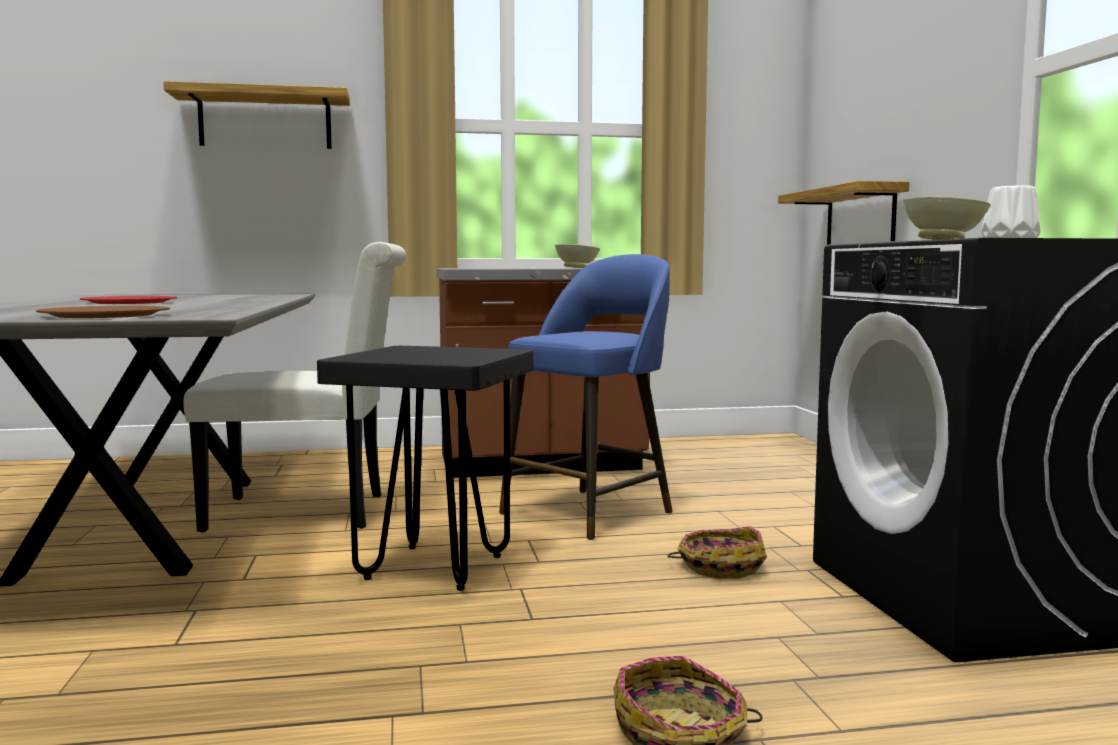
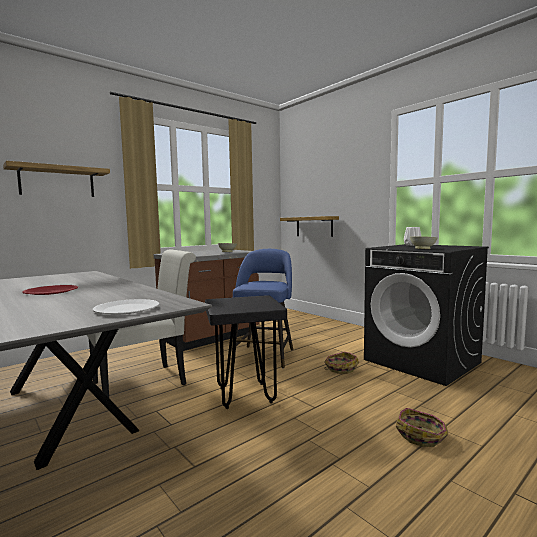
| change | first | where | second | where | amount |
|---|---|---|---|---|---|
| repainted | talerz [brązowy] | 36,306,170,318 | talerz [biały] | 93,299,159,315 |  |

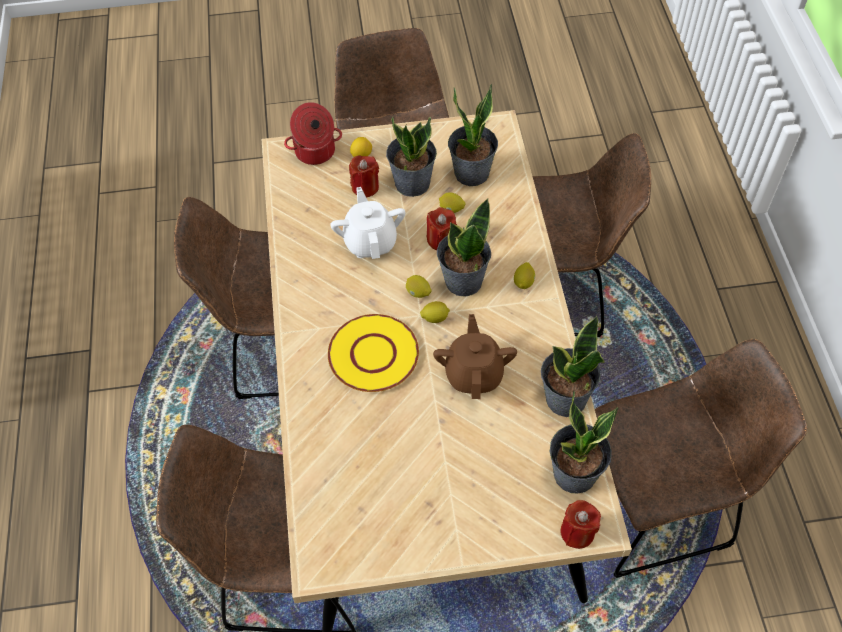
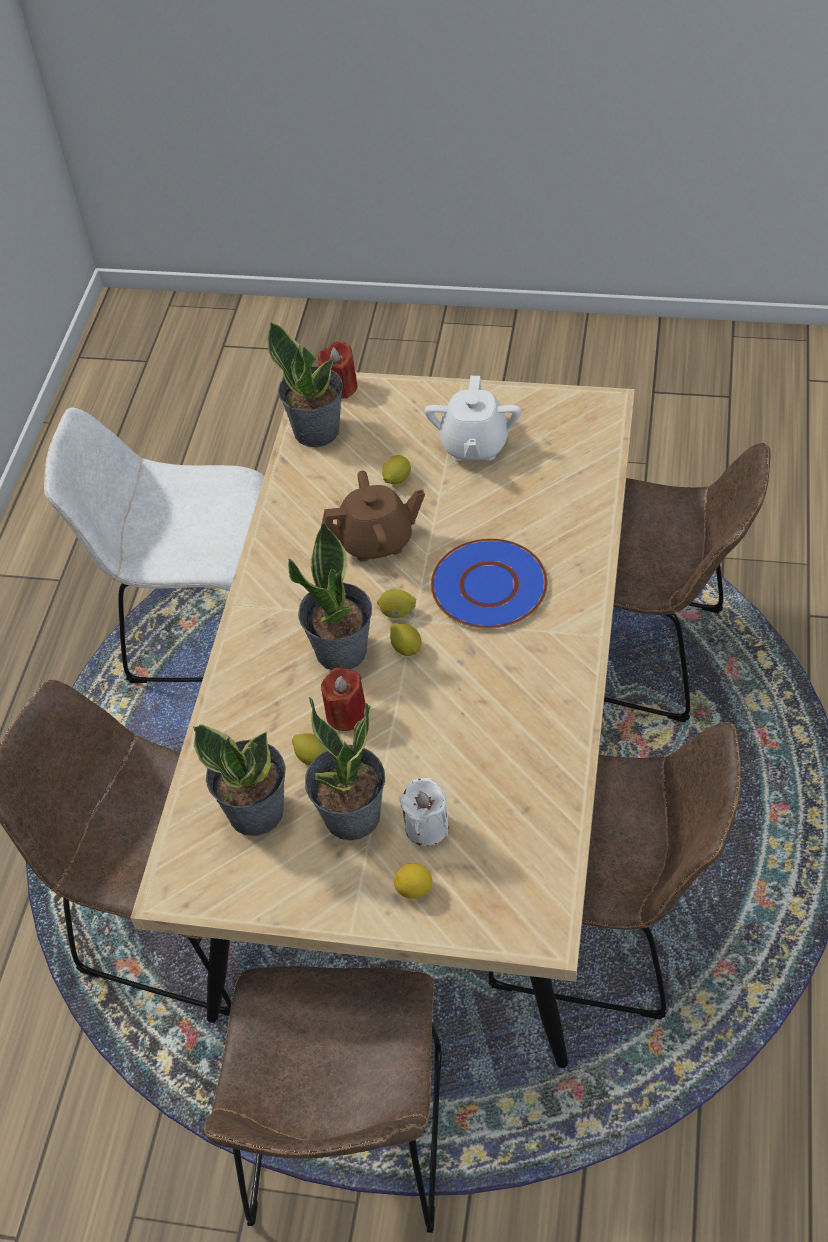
| change | first | where | second | where | amount |
|---|---|---|---|---|---|
| gone | garnek | 284,102,342,165 |  |  |  |
| repainted | świeca [czerwony] | 349,155,379,198 | świeca [biały] | 399,778,449,846 |  |
| shifted | imbryk [biały] | 330,187,406,259 |  | 425,376,521,461 |  |
| shifted | cytryna | 514,262,535,289 |  | 382,455,411,484 |  |
| repainted | talerz [żółty] | 328,314,419,392 | talerz [niebieski] | 431,539,548,629 |  |
| rotated | imbryk [brązowy] | 433,314,517,399 |  | 322,471,425,562 | 120 degrees counterclockwise |
| gone | roślina doniczkowa | 541,316,605,417 |  |  |  |
| repainted | krzesło [brązowy] | 595,339,807,578 | krzesło [biały] | 44,407,264,683 |  |

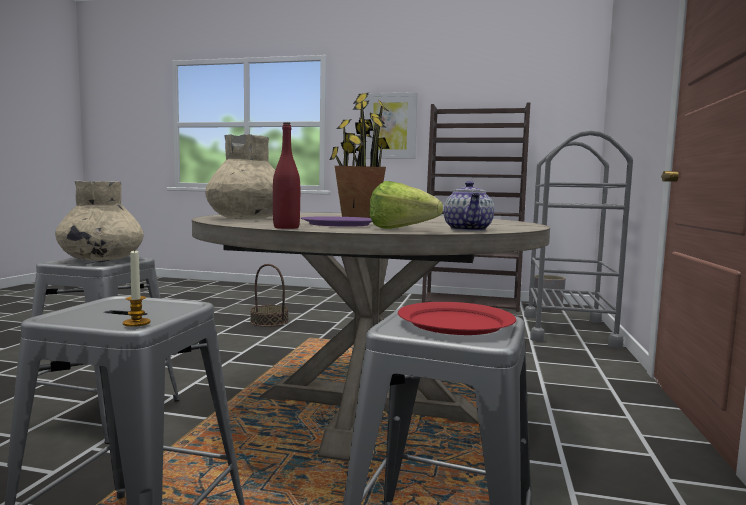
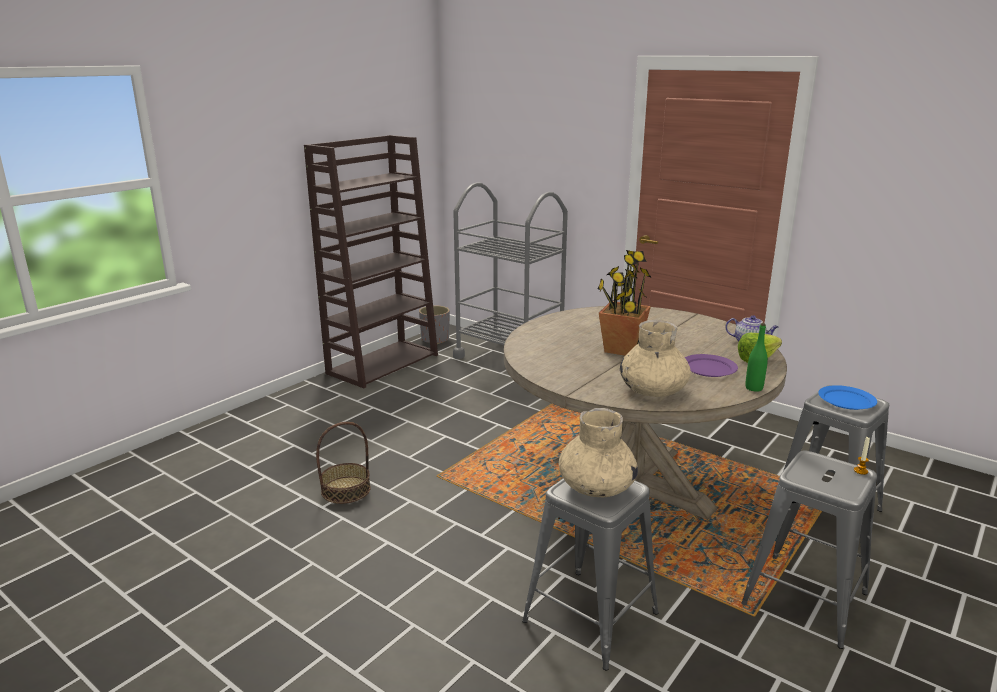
| change | first | where | second | where | amount |
|---|---|---|---|---|---|
| gone | obraz | 365,92,417,159 |  |  |  |
| repainted | butelka [czerwony] | 273,122,300,229 | butelka [zielony] | 745,323,768,392 |  |
| repainted | talerz [czerwony] | 398,302,516,335 | talerz [niebieski] | 818,385,877,410 |  |

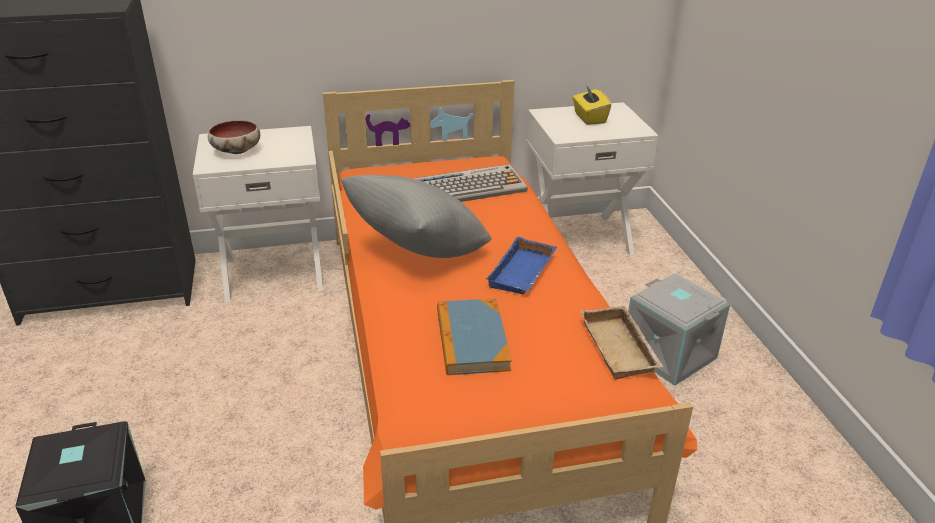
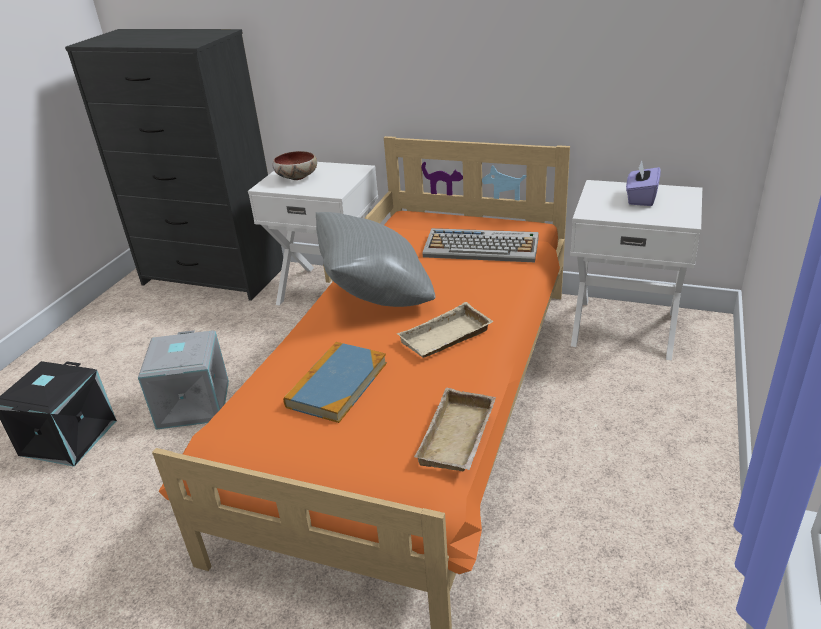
| change | first | where | second | where | amount |
|---|---|---|---|---|---|
| repainted | pudełko chusteczek [żółty] | 573,85,611,125 | pudełko chusteczek [fioletowy] | 626,160,661,206 |  |
| repainted | taca [niebieski] | 486,236,557,294 | taca [beżowy] | 397,302,494,358 |  |
| shifted | pojemnik do przechowywania [szary] | 628,273,730,386 |  | 138,330,229,430 |  |

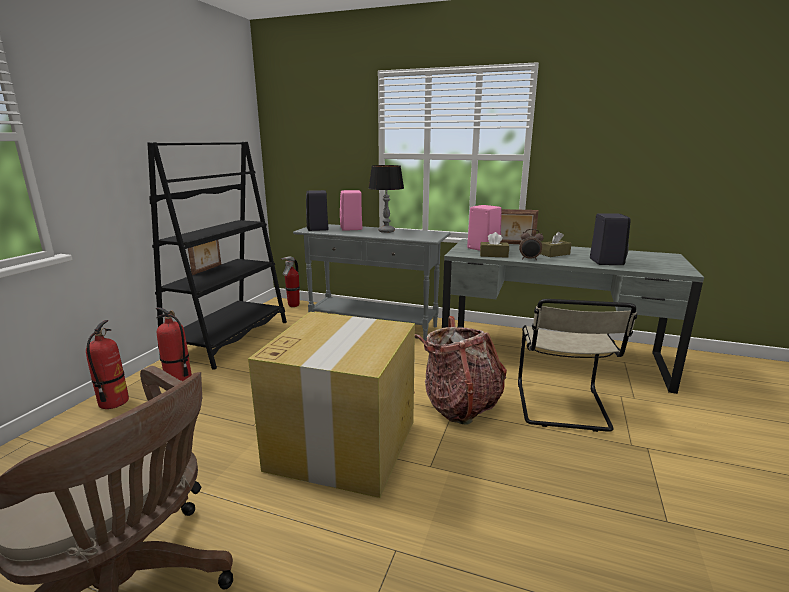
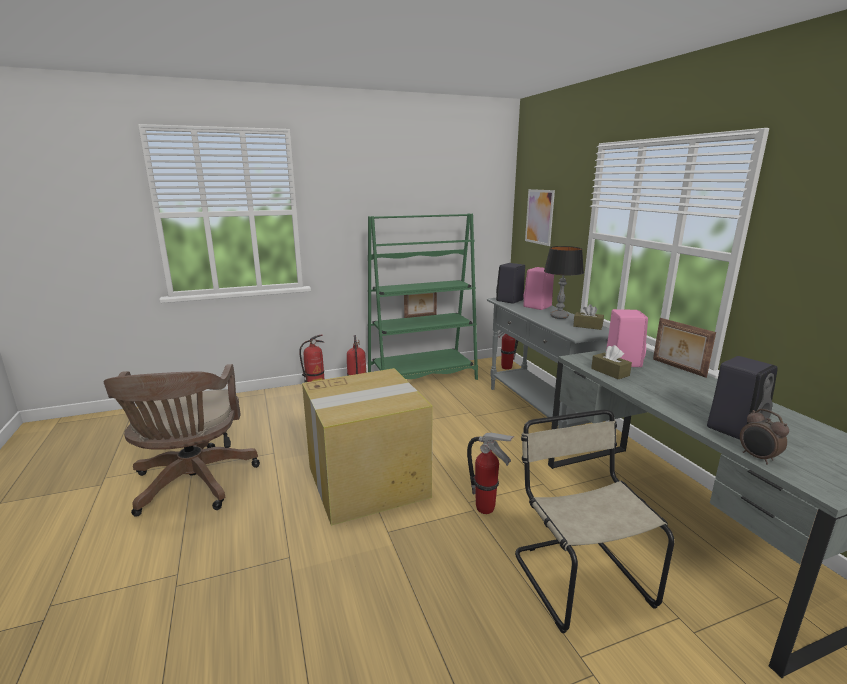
| change | first | where | second | where | amount |
|---|---|---|---|---|---|
| repainted | regał [czarny] | 147,142,287,370 | regał [zielony] | 368,214,478,380 |  |
| shifted | budzik | 519,229,544,260 |  | 740,409,789,465 |  |
| shifted | pudełko chusteczek [brązowy] | 540,232,572,257 |  | 573,304,604,330 |  |
| rotated | krzesło [beżowy] | 518,299,637,432 |  | 515,410,674,633 | 105 degrees clockwise |
| swapped | plecak | 415,316,507,424 | gaśnica | 467,433,514,514 |  |
| new |  |  | obraz | 525,189,555,246 |  |

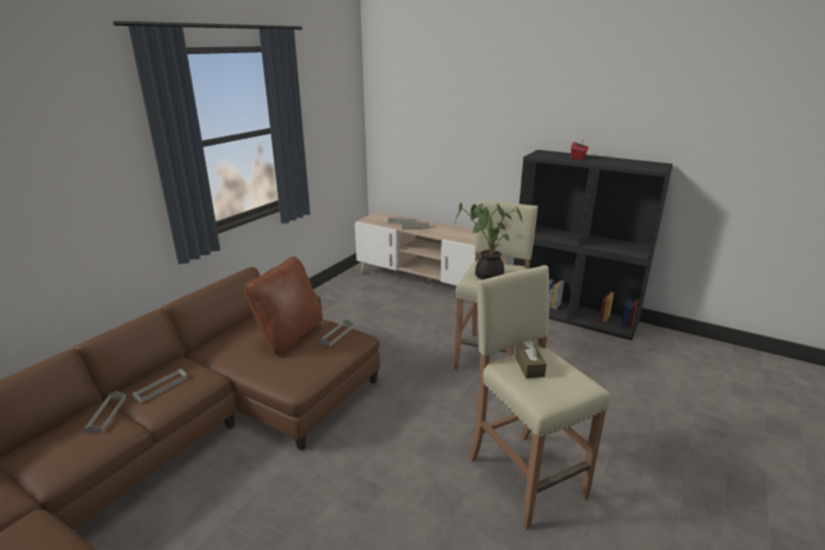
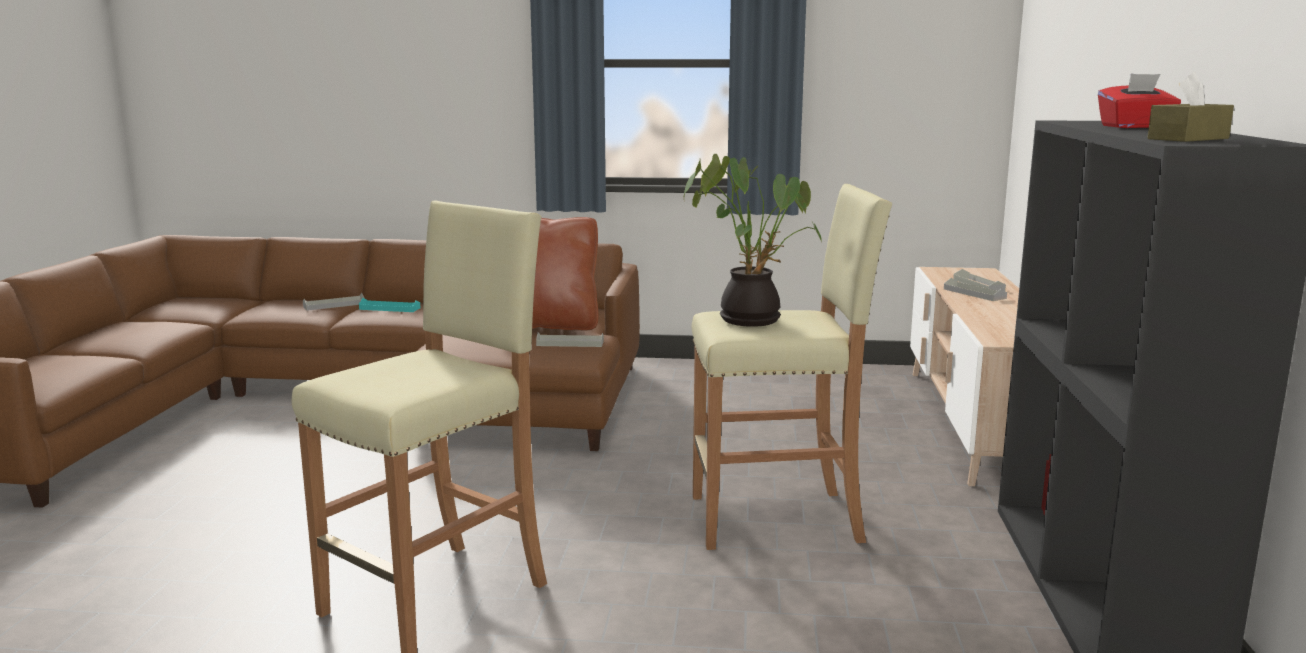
| change | first | where | second | where | amount |
|---|---|---|---|---|---|
| shifted | pudełko chusteczek [brązowy] | 515,341,546,378 |  | 1147,72,1234,142 |  |
| repainted | taca [szary] | 133,369,187,403 | taca [turkusowy] | 359,298,421,312 |  |

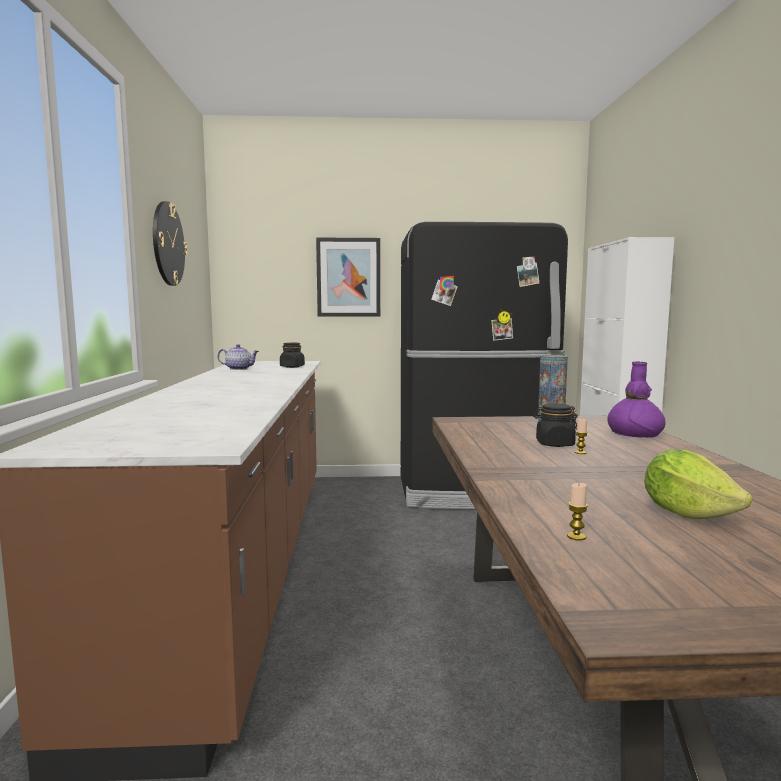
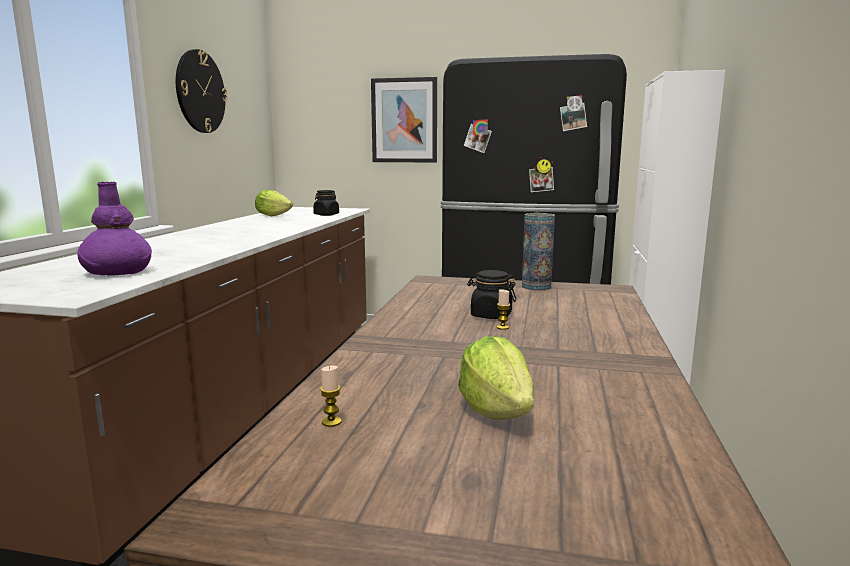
| change | first | where | second | where | amount |
|---|---|---|---|---|---|
| swapped | imbryk | 217,344,259,370 | sałata | 255,190,293,217 |  |
| shifted | wazon [fioletowy] | 607,362,666,438 |  | 78,182,152,276 |  |

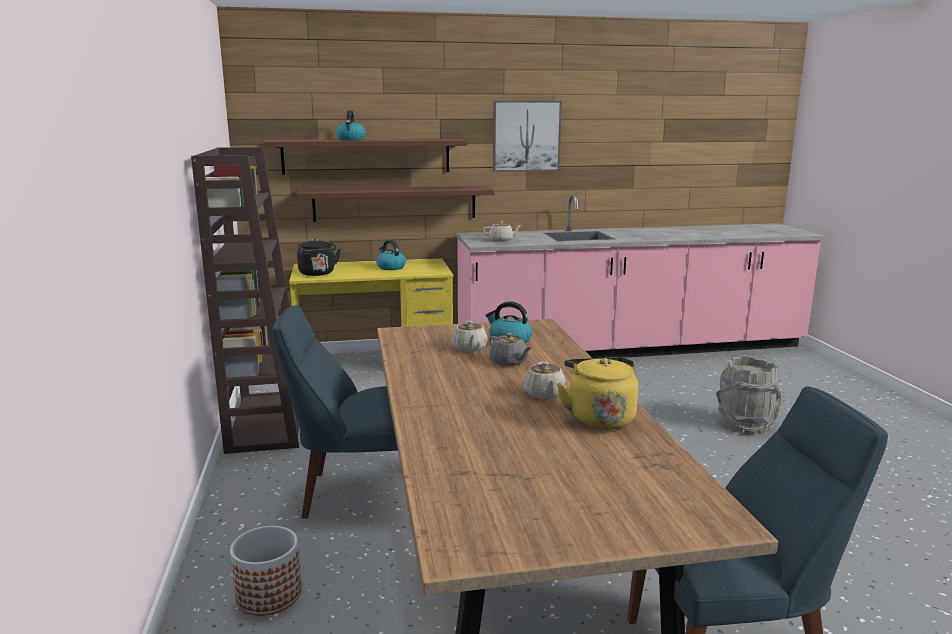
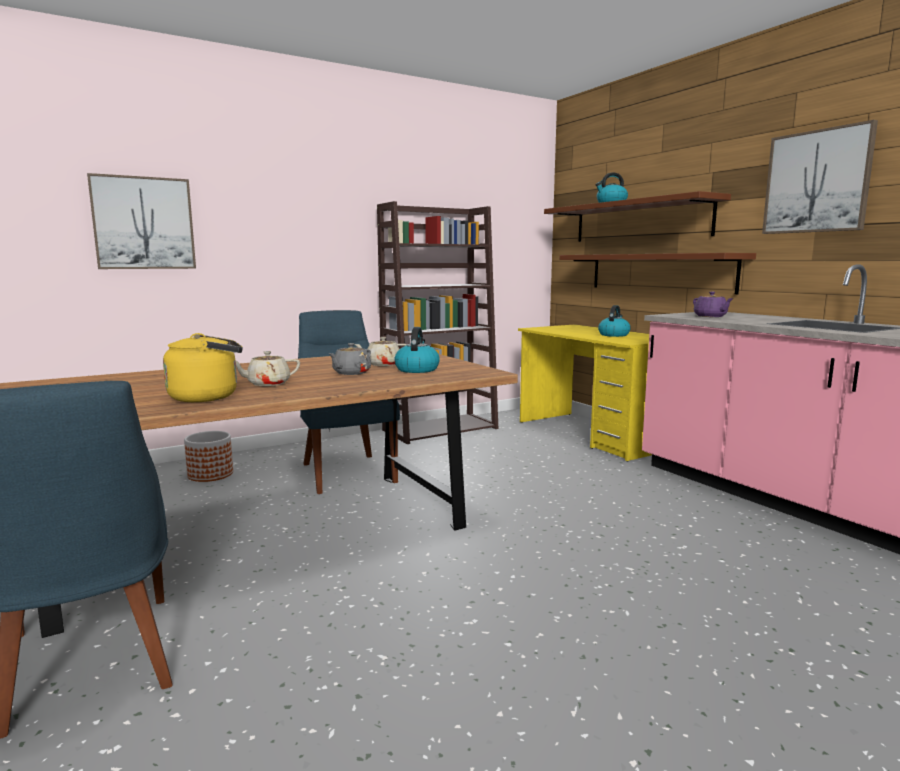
| change | first | where | second | where | amount |
|---|---|---|---|---|---|
| repainted | imbryk [beżowy] | 483,221,522,242 | imbryk [fioletowy] | 693,292,734,317 |  |
| gone | czajnik [czarny] | 297,239,341,276 |  |  |  |
| gone | wiadro [szary] | 716,355,782,434 |  |  |  |
| new |  |  | obraz | 87,173,196,269 |  |

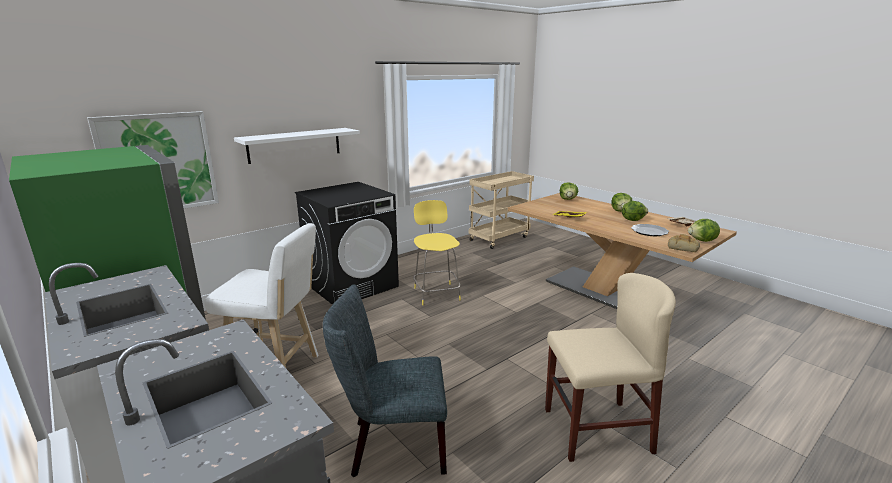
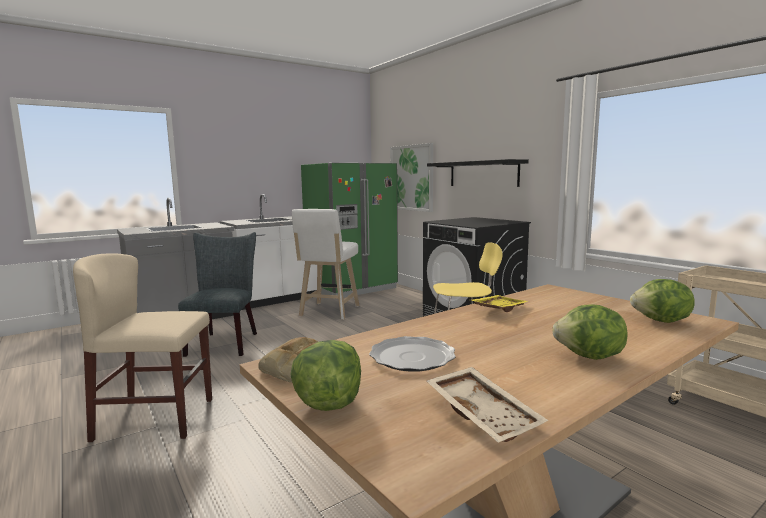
| change | first | where | second | where | amount |
|---|---|---|---|---|---|
| repainted | półka [biały] | 234,128,360,164 | półka [czarny] | 427,159,529,187 |  |
| gone | sałata | 622,201,648,221 |  |  |  |
| rotated | krzesło [beżowy] | 545,273,676,462 |  | 73,253,212,442 | 90 degrees clockwise |

